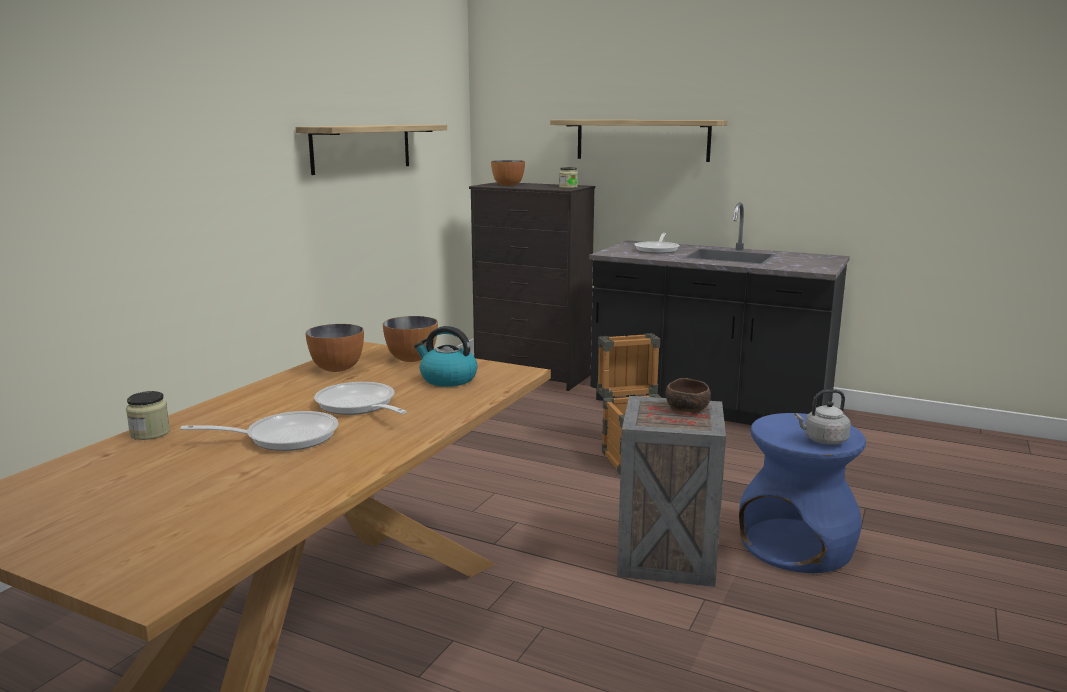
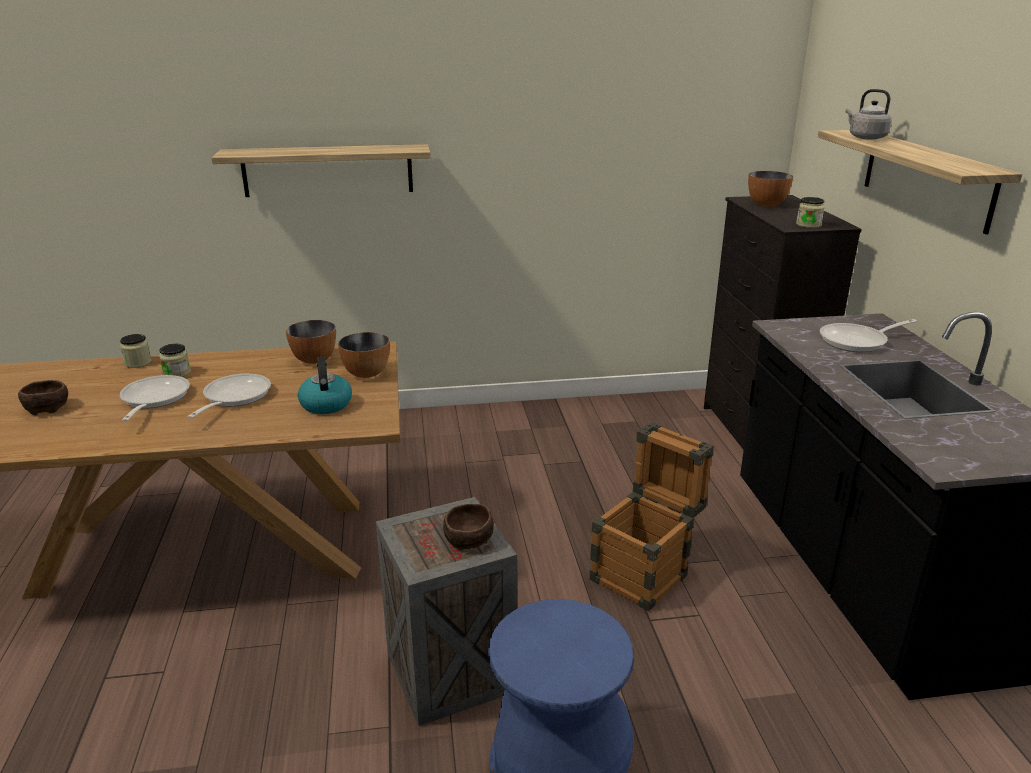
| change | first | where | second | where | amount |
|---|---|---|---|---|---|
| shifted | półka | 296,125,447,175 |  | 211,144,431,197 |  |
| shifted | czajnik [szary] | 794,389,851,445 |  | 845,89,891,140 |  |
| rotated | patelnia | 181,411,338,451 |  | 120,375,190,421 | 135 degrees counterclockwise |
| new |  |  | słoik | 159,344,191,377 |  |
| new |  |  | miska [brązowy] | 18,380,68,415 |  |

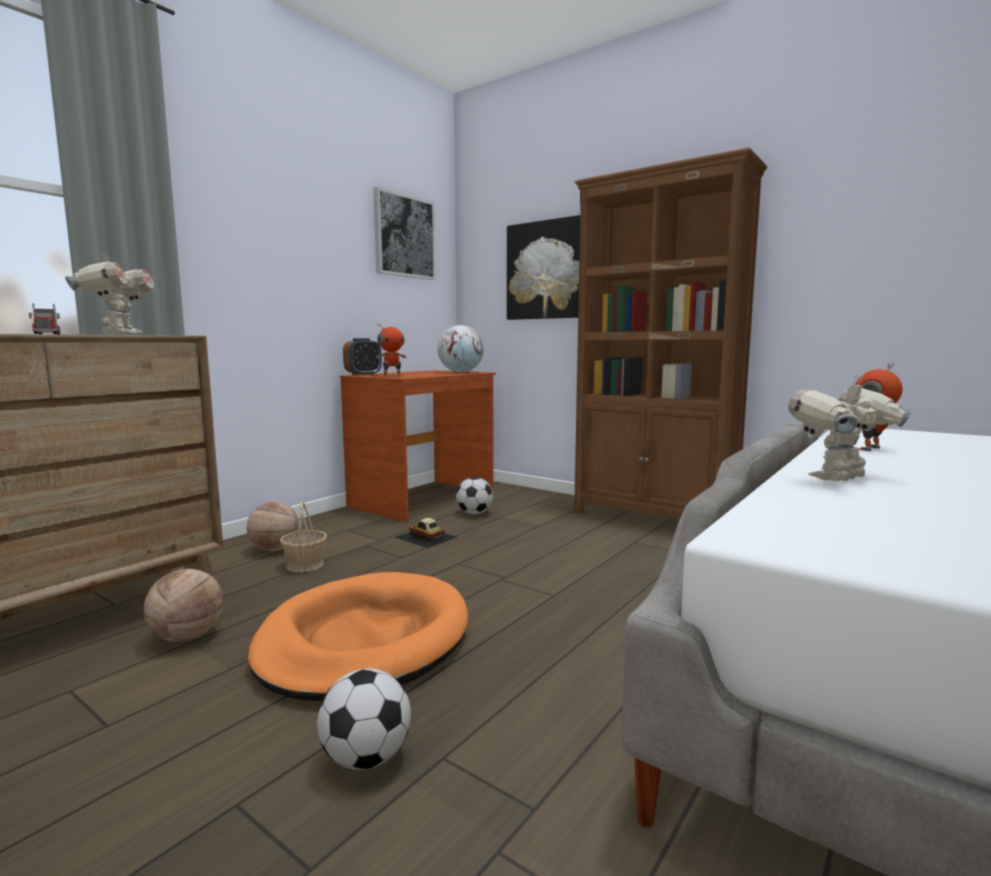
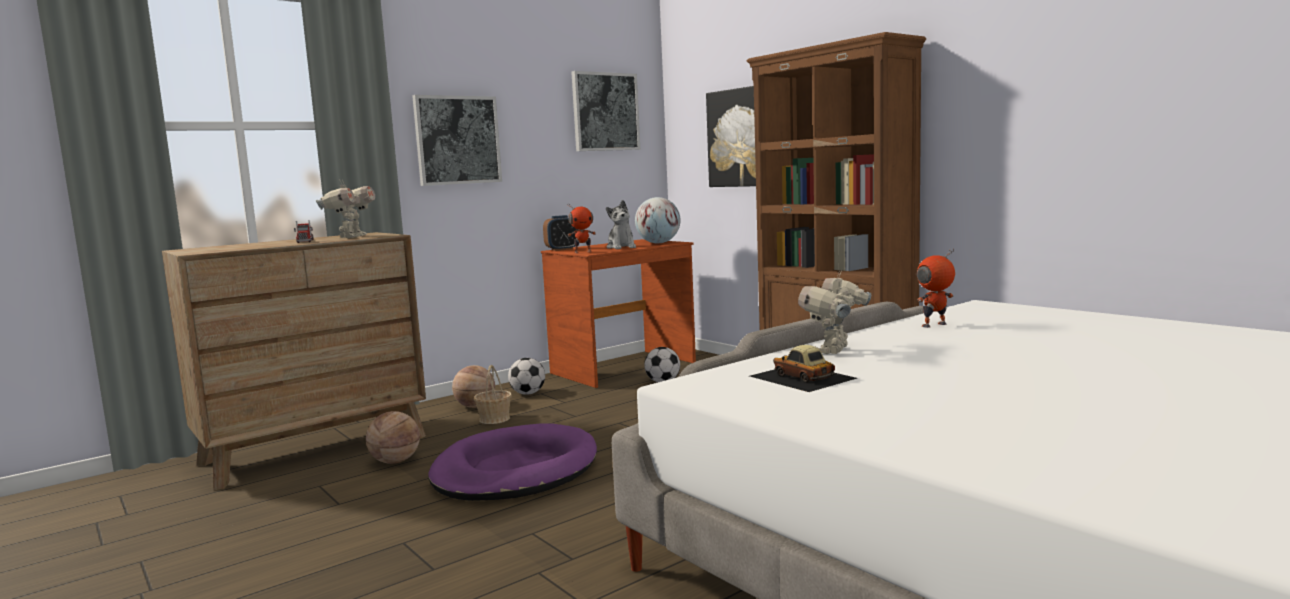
| change | first | where | second | where | amount |
|---|---|---|---|---|---|
| rotated | robot zabawkowy | 788,374,911,481 |  | 798,270,871,354 | 45 degrees counterclockwise |
| shifted | samochodzik | 394,518,457,548 |  | 750,345,857,392 |  |
| repainted | legowisko [pomarańczowy] | 248,572,468,701 | legowisko [fioletowy] | 428,424,597,501 |  |
| shifted | piłka futbolowa | 317,668,411,770 |  | 508,358,545,395 |  |
| new |  |  | obraz | 412,95,502,186 |  |
| new |  |  | pluszak | 606,200,636,249 |  |

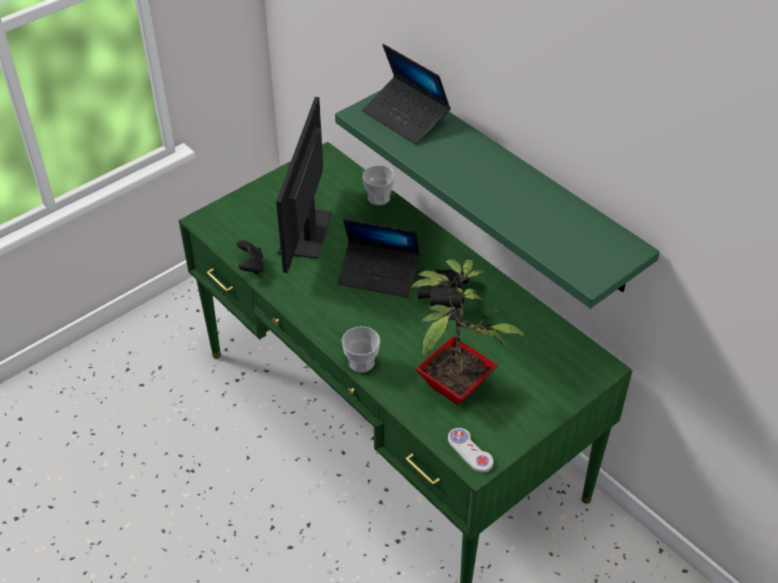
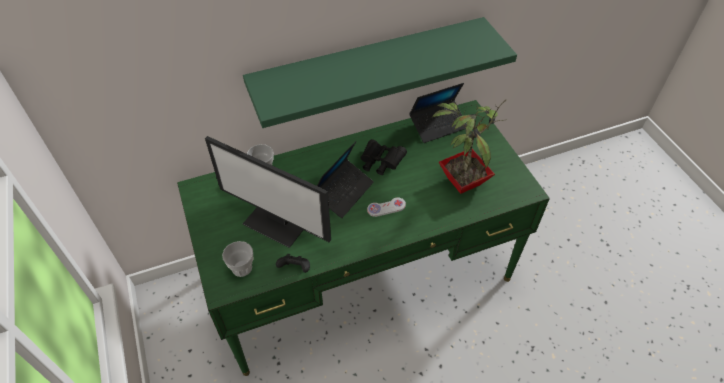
| change | first | where | second | where | amount |
|---|---|---|---|---|---|
| shifted | laptop | 362,44,451,145 |  | 409,83,466,143 |  |
| shifted | filiżanka | 341,326,380,373 |  | 222,241,253,277 |  |
| shifted | pad do gier [biały] | 448,428,494,473 |  | 367,197,406,217 |  |

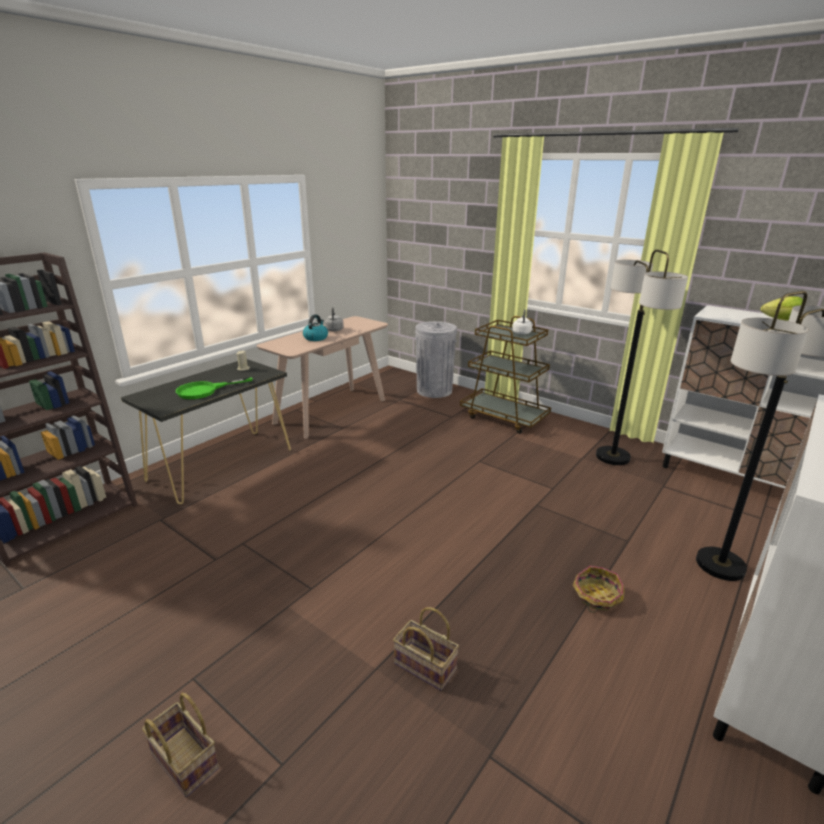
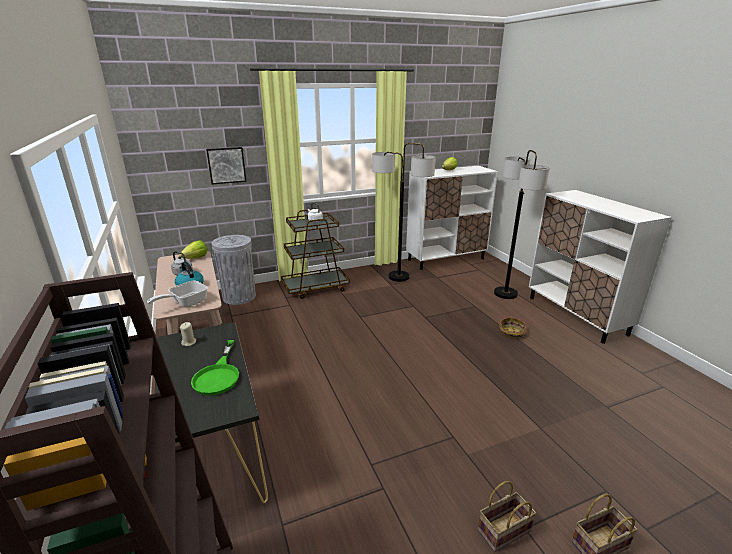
| change | first | where | second | where | amount |
|---|---|---|---|---|---|
| shifted | koszyk | 393,607,459,691 |  | 478,481,536,552 |  |
| new |  |  | obraz | 206,147,247,185 |  |
| new |  |  | sałata | 180,240,207,259 |  |
| new |  |  | patelnia | 147,281,208,307 |  |

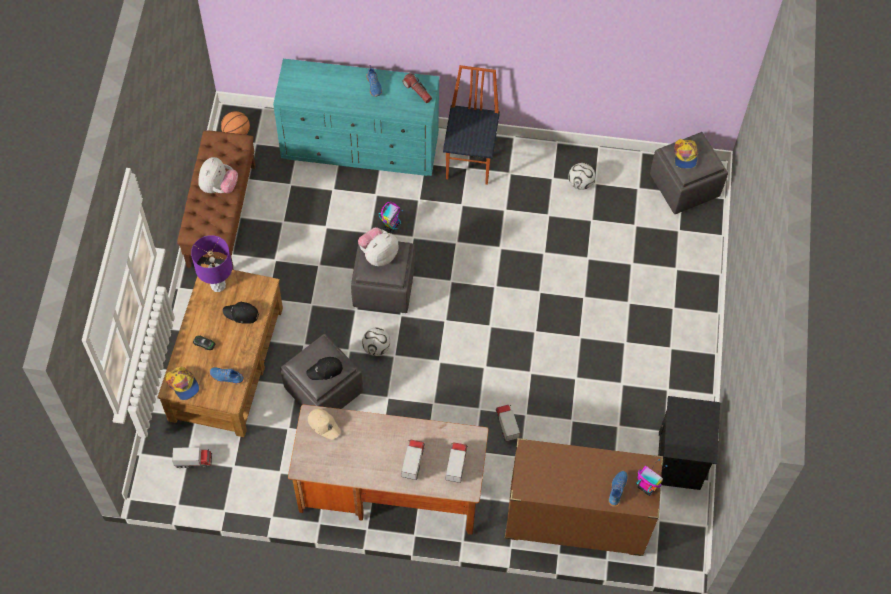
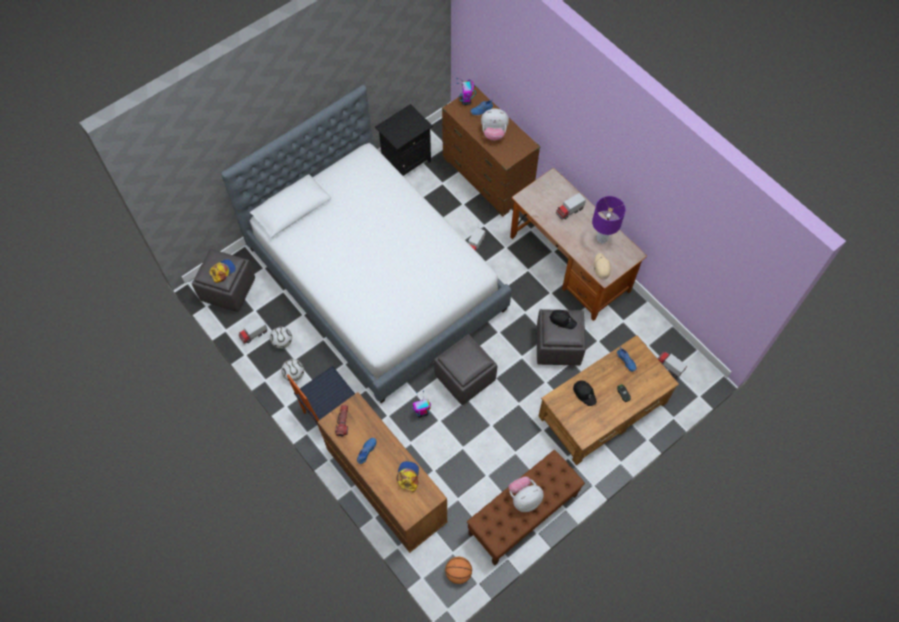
| change | first | where | second | where | amount |
|---|---|---|---|---|---|
| repainted | komoda [turkusowy] | 273,59,439,176 | komoda [brązowy] | 318,392,447,553 |  |
| shifted | pluszak | 358,227,399,266 |  | 481,108,509,141 |  |
| shifted | lampa stołowa [fioletowy] | 191,235,232,292 |  | 592,196,626,244 |  |
| shifted | piłka futbolowa | 362,328,390,356 |  | 281,359,304,381 |  |
| shifted | czapka z daszkiem | 165,367,199,400 |  | 396,461,419,492 |  |
| shifted | ciężarówka zabawkowa | 445,442,468,483 |  | 239,317,267,344 |  |
| new |  |  | łóżko | 221,85,512,403 |  |

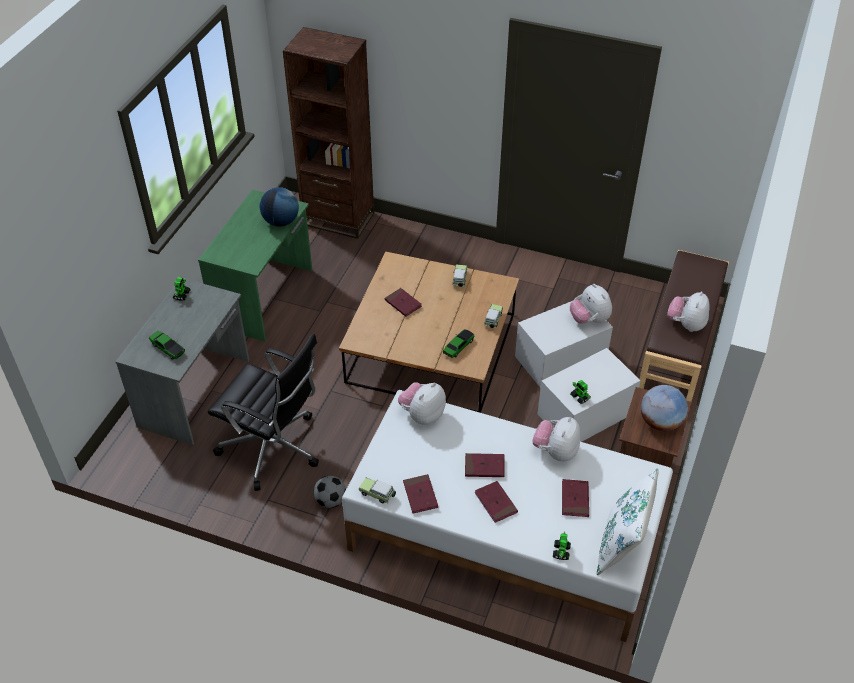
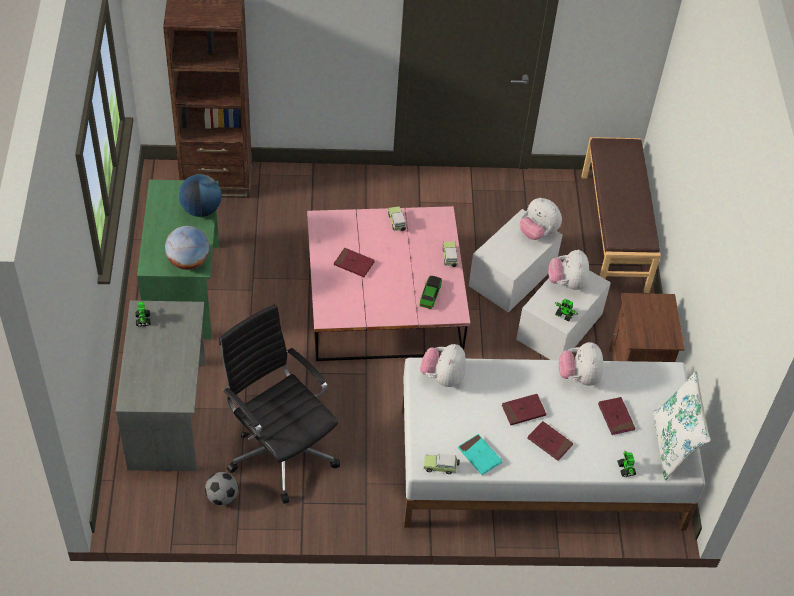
| change | first | where | second | where | amount |
|---|---|---|---|---|---|
| repainted | ława [brązowy] | 339,252,519,413 | ława [różowy] | 307,206,470,361 |  |
| shifted | pluszak | 667,291,710,332 |  | 548,249,589,290 |  |
| gone | samochodzik | 149,331,185,360 |  |  |  |
| rotated | krzesło biurowe [czarny] | 208,333,319,491 |  | 219,304,340,504 | 135 degrees counterclockwise |
| shifted | globus | 641,385,688,431 |  | 165,226,209,270 |  |
| repainted | książka [czerwony] | 403,474,438,514 | książka [turkusowy] | 458,434,502,475 |  |
| shifted | piłka futbolowa | 314,476,346,508 |  | 205,472,239,506 |  |

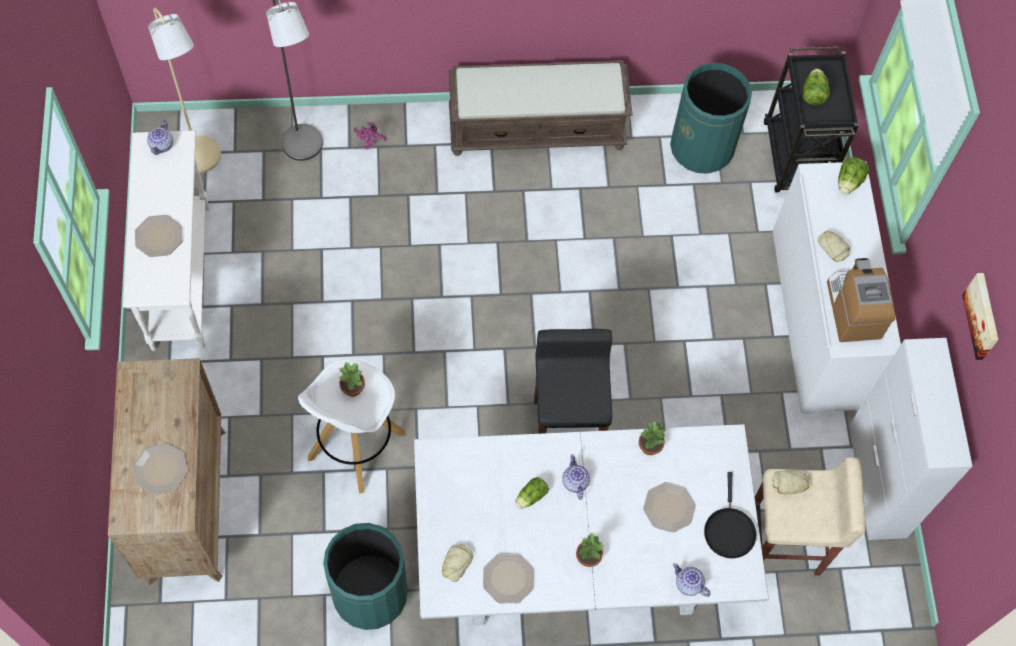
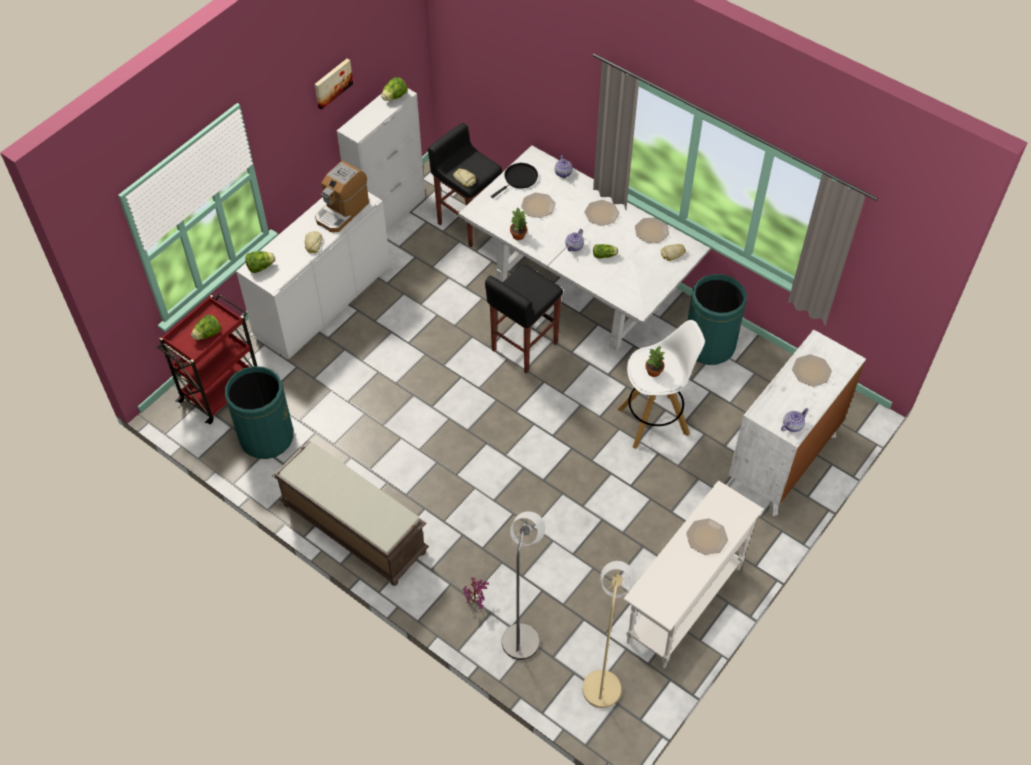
| change | first | where | second | where | amount |
|---|---|---|---|---|---|
| repainted | wózek [czarny] | 764,47,859,192 | wózek [czerwony] | 157,294,257,424 |  |
| shifted | imbryk | 147,120,173,155 |  | 781,408,809,432 |  |
| repainted | komoda [brązowy] | 108,358,226,586 | komoda [biały] | 728,330,866,516 |  |
| repainted | stołek [beżowy] | 755,458,866,576 | stołek [czarny] | 428,123,502,247 |  |
| swapped | roślina doniczkowa | 576,532,604,567 | talerz | 584,200,619,226 |  |
| new |  |  | sałata | 381,77,407,101 |  |

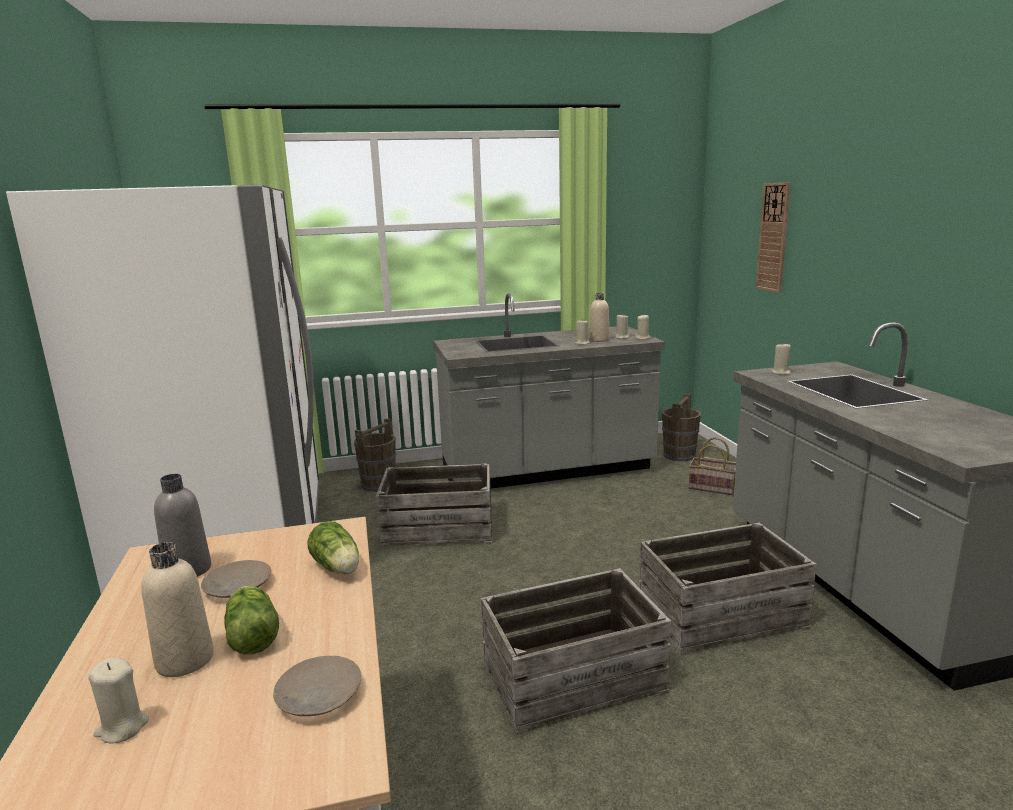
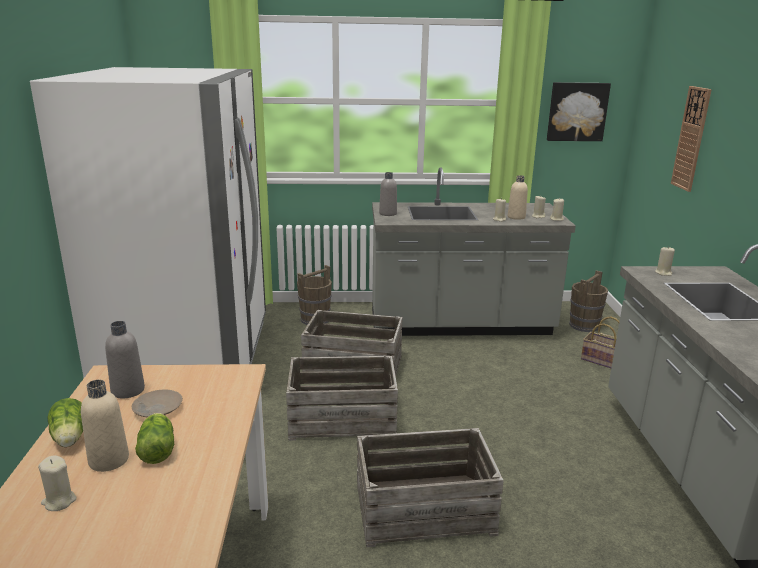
| change | first | where | second | where | amount |
|---|---|---|---|---|---|
| shifted | sałata | 307,521,359,574 |  | 47,398,83,447 |  |
| shifted | skrzynka | 639,523,817,656 |  | 286,356,398,441 |  |
| gone | talerz [beżowy] | 273,656,362,716 |  |  |  |
| new |  |  | obraz | 547,82,611,141 |  |
| new |  |  | butelka [szary] | 379,172,397,216 |  |

